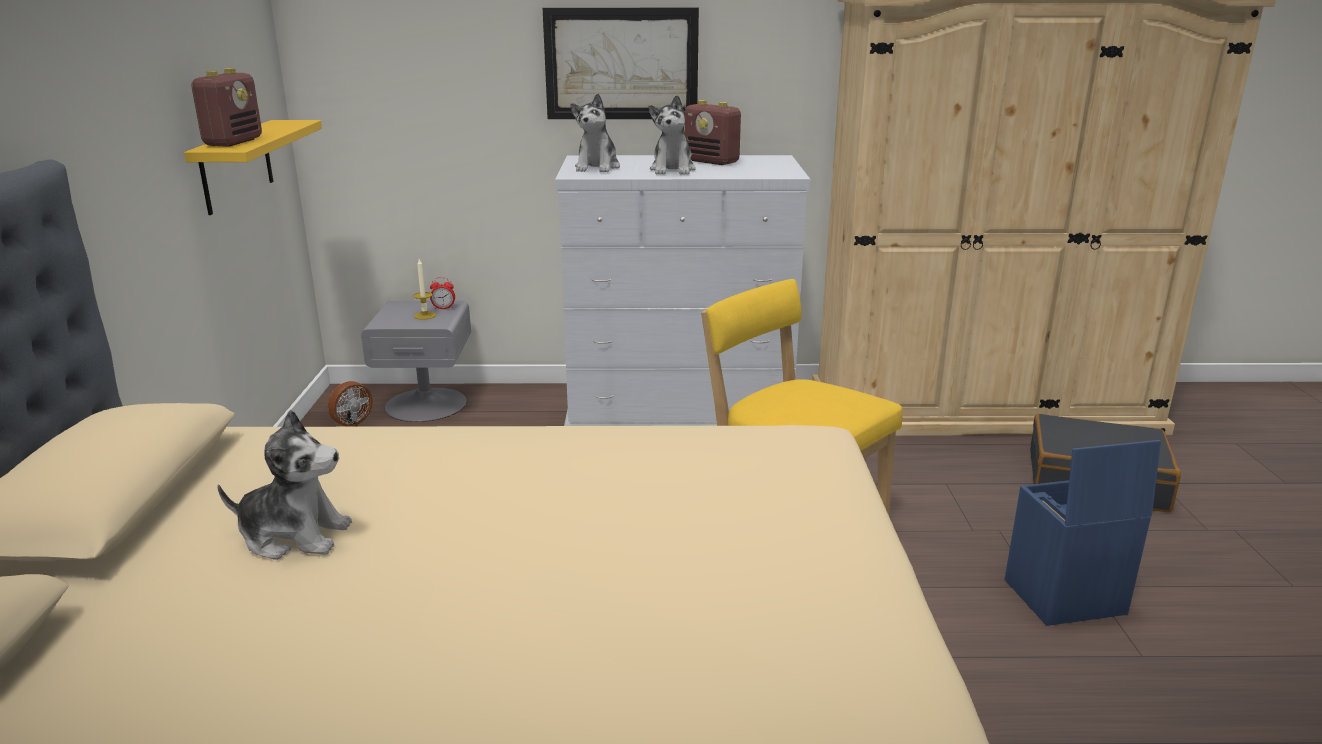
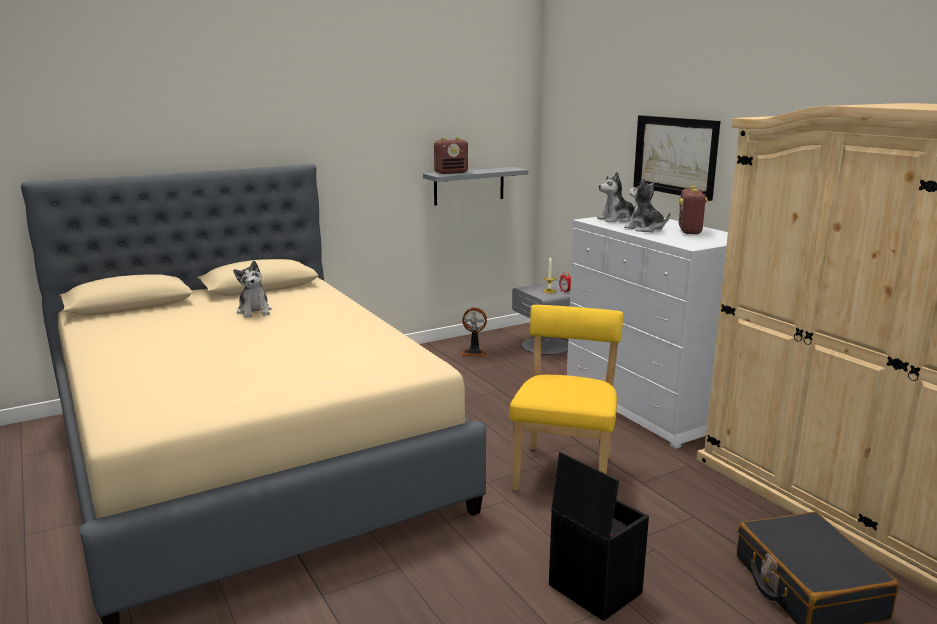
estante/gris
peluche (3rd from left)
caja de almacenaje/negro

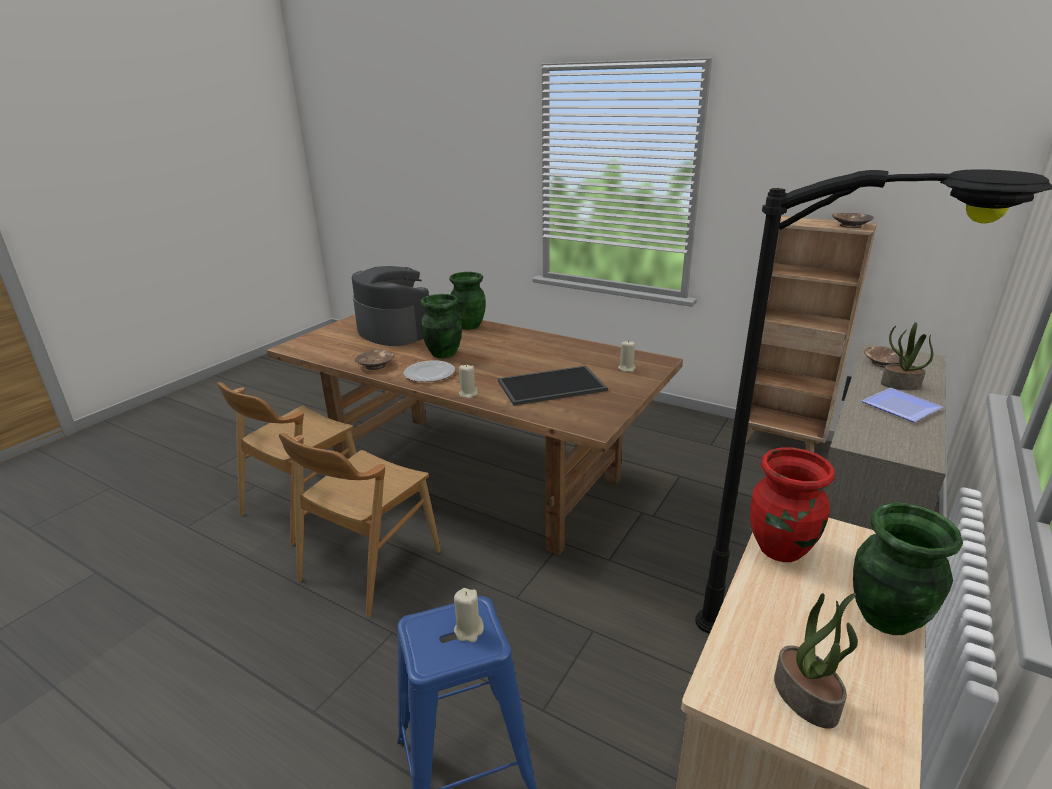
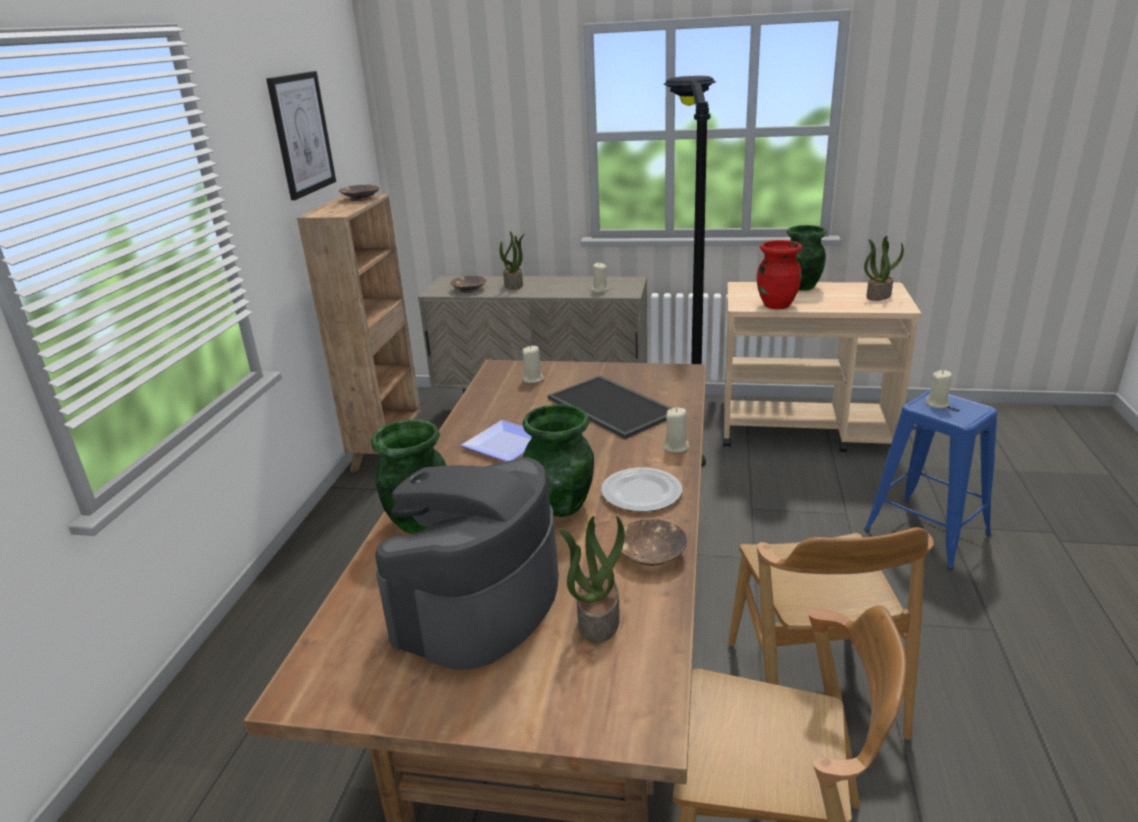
silla/marrón (2nd from left)
plato (1st from left)
cuadro
planta en maceta (2nd from left)
vela/beis (2nd from left)

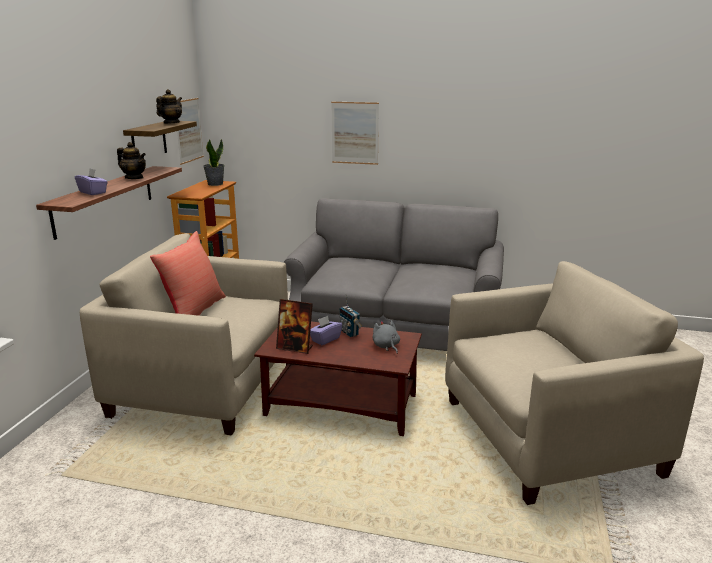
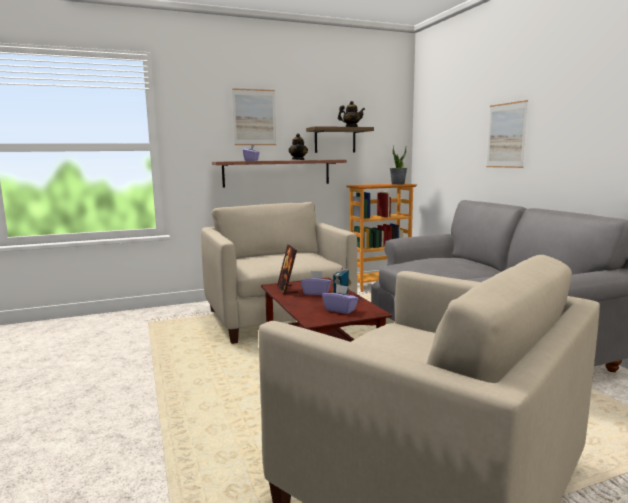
cojín/rojo
cuadro (1st from left)
caja de pañuelos/morado (3rd from left)

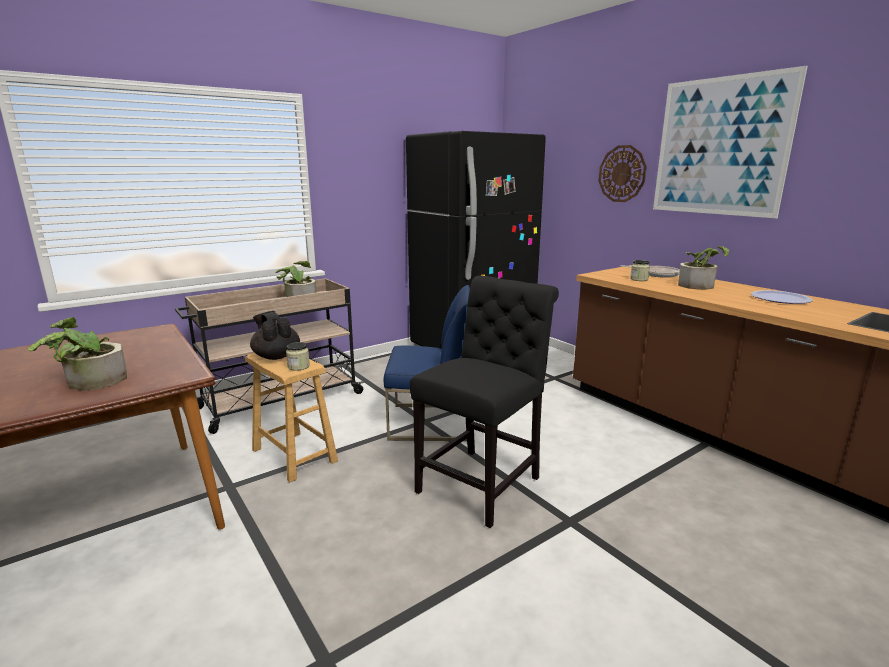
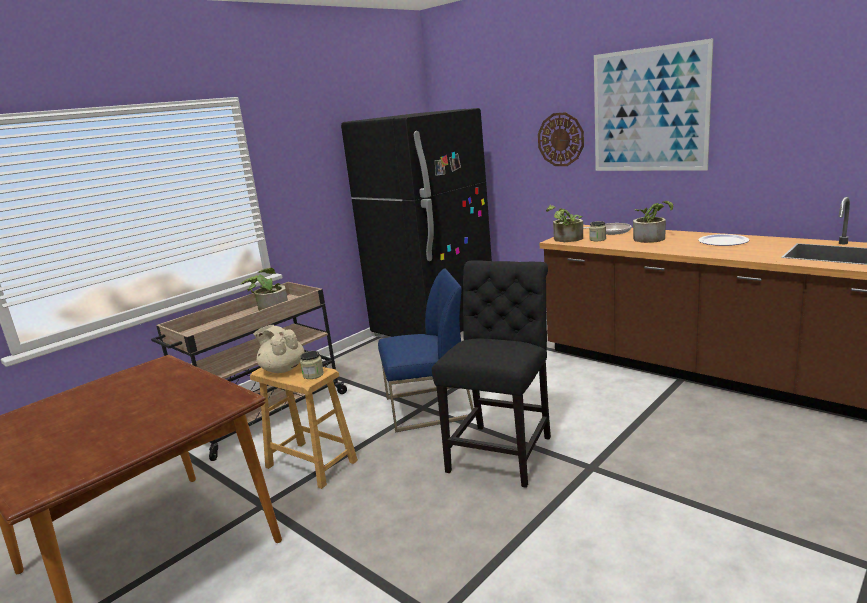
planta en maceta (2nd from left)
tetera/beis

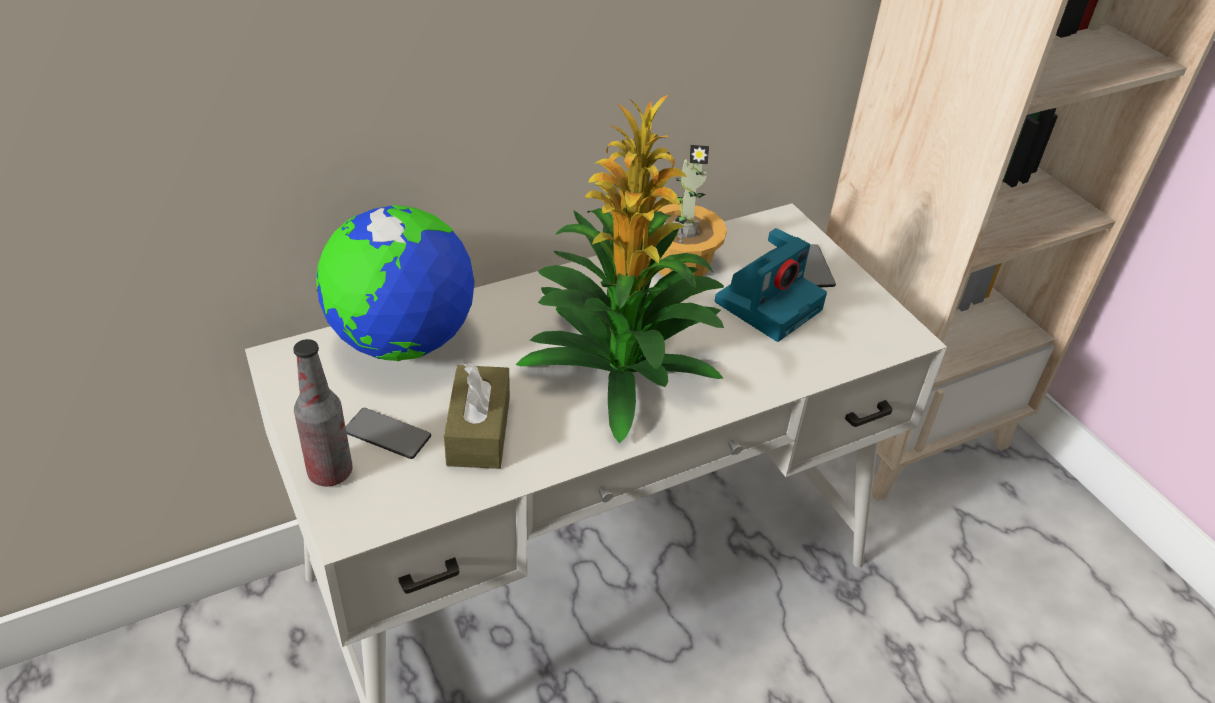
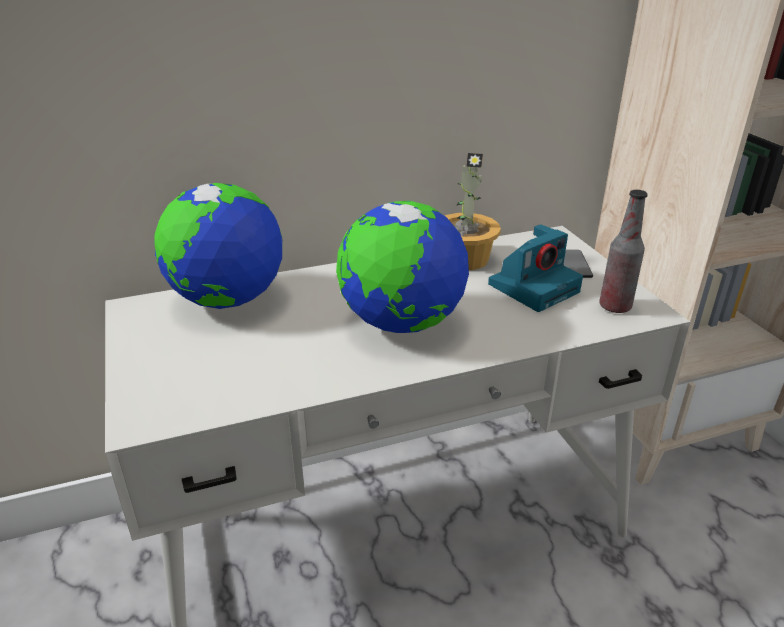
botella
móvil (1st from left in the first image)
caja de pañuelos/marrón
globo terráqueo (2nd from left)

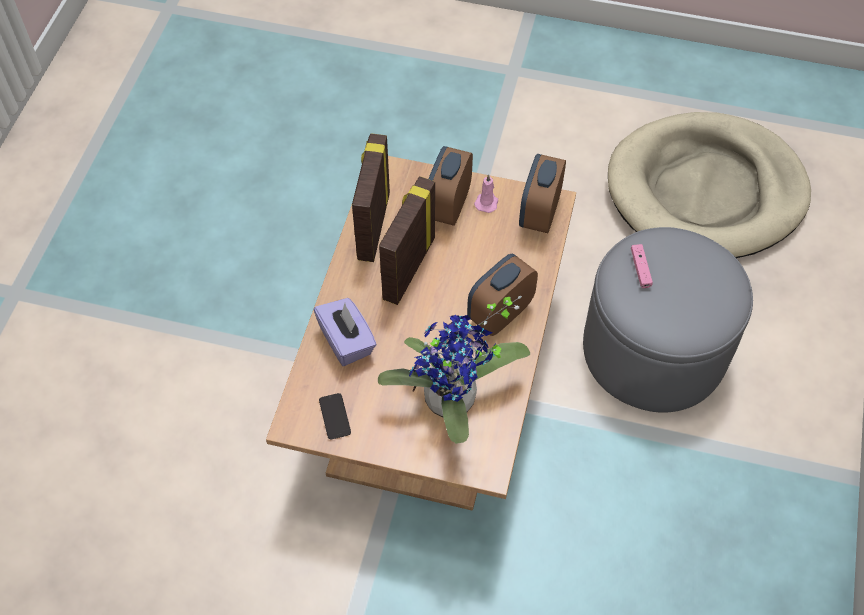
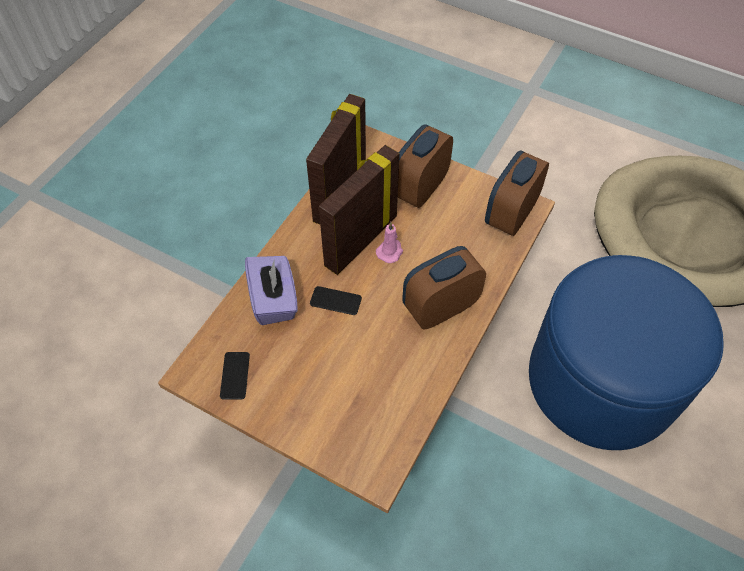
planta en maceta
vela/rosa
puf/azul
mando de consola/rosa
móvil (2nd from left)

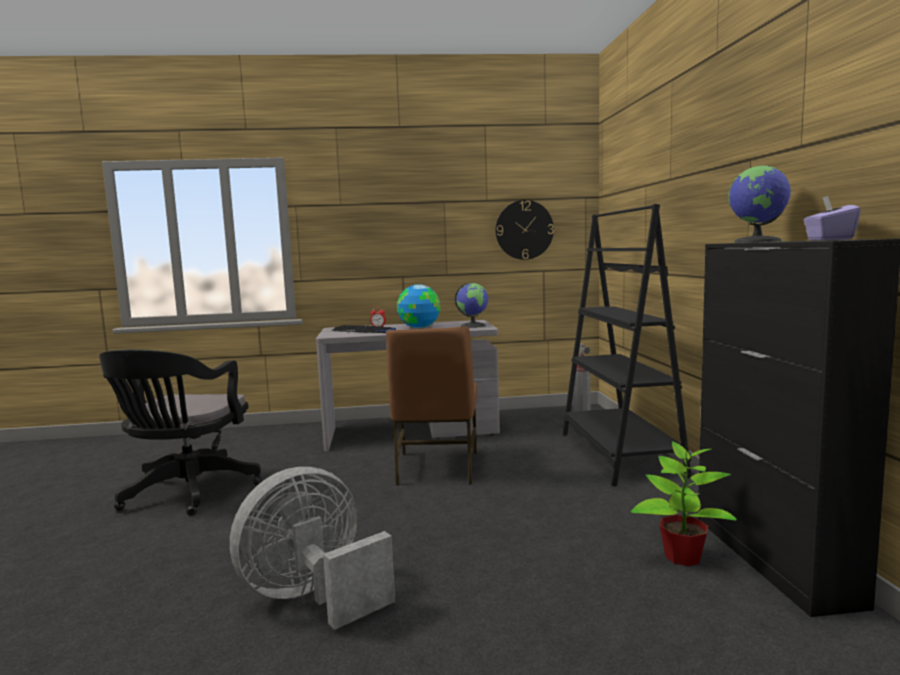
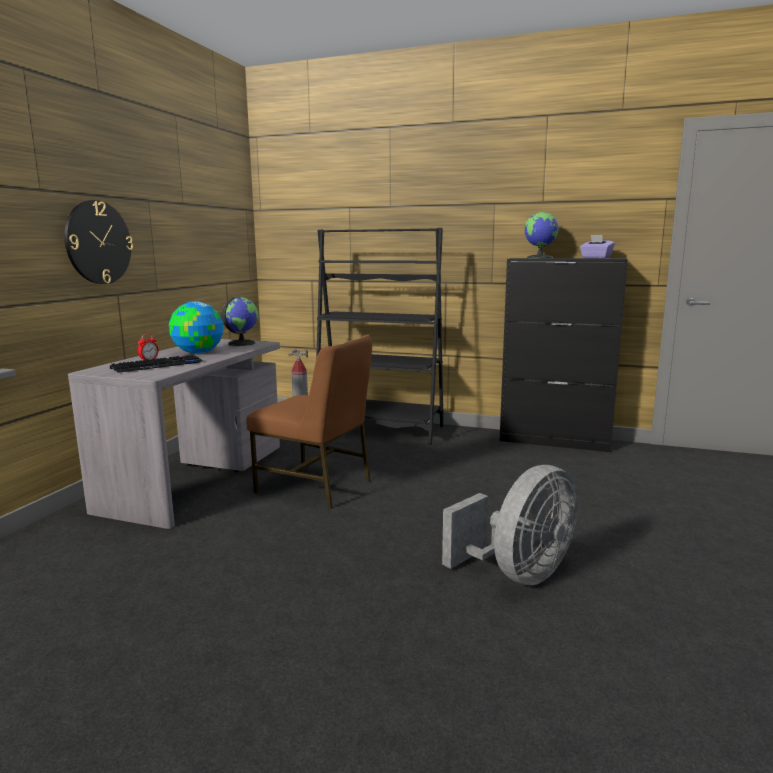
silla de oficina/negro
ventilador/gris
reloj de pared
planta en maceta

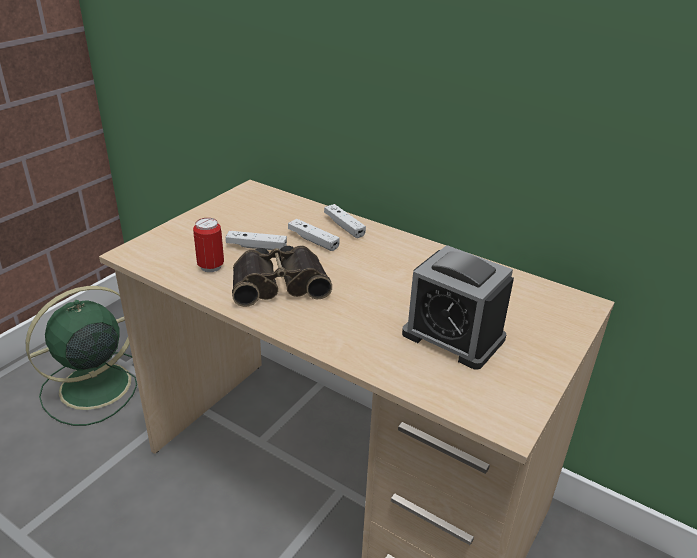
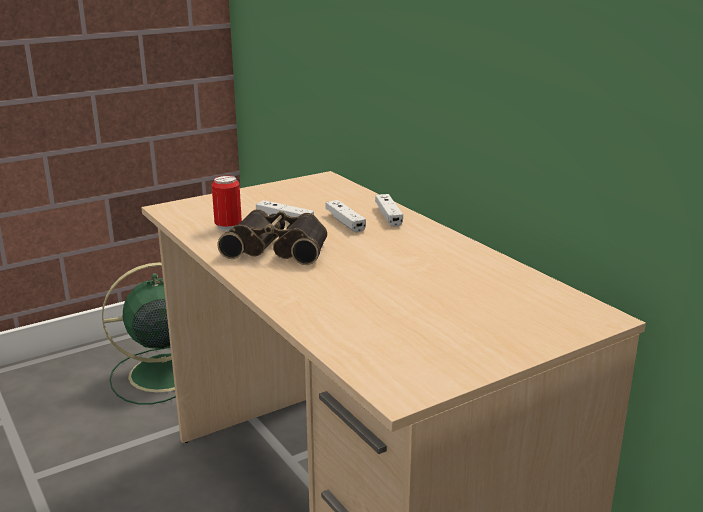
despertador

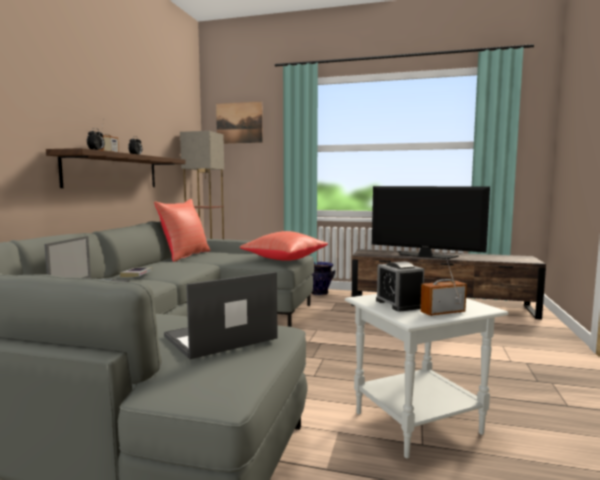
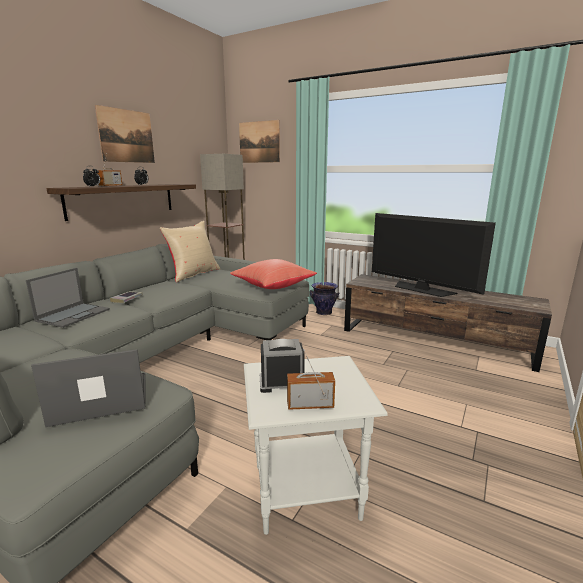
cojín/beis
despertador (3rd from left)
cuadro (1st from left)

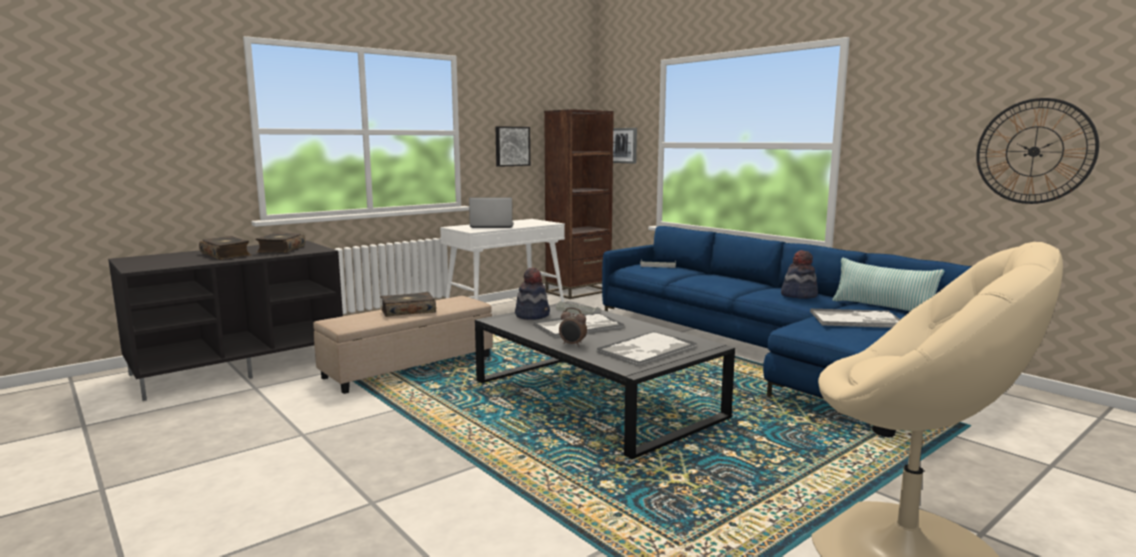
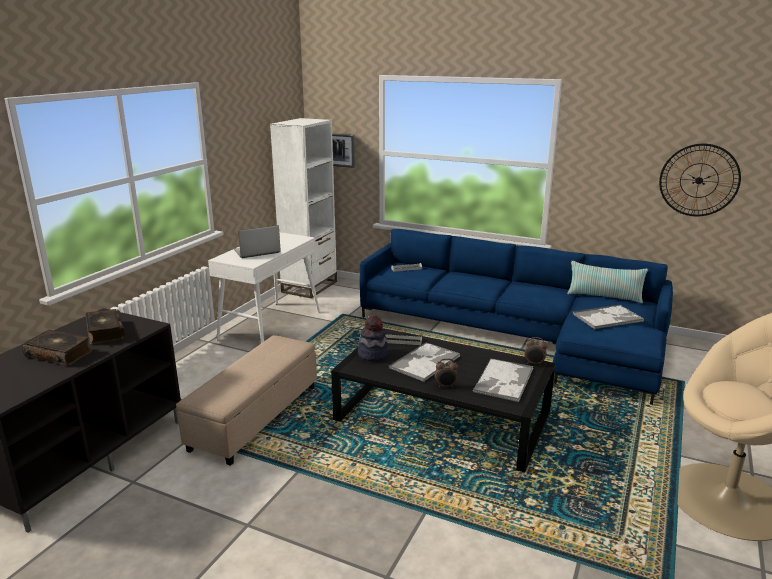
libro (3rd from left in the first image)
cuadro (1st from left in the first image)
estantería/blanco
sombrero (2nd from left in the first image)
despertador (2nd from left)

